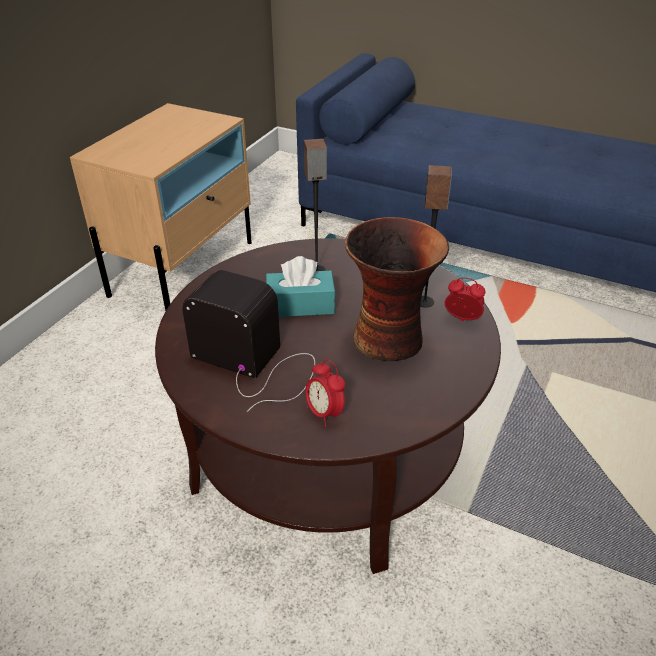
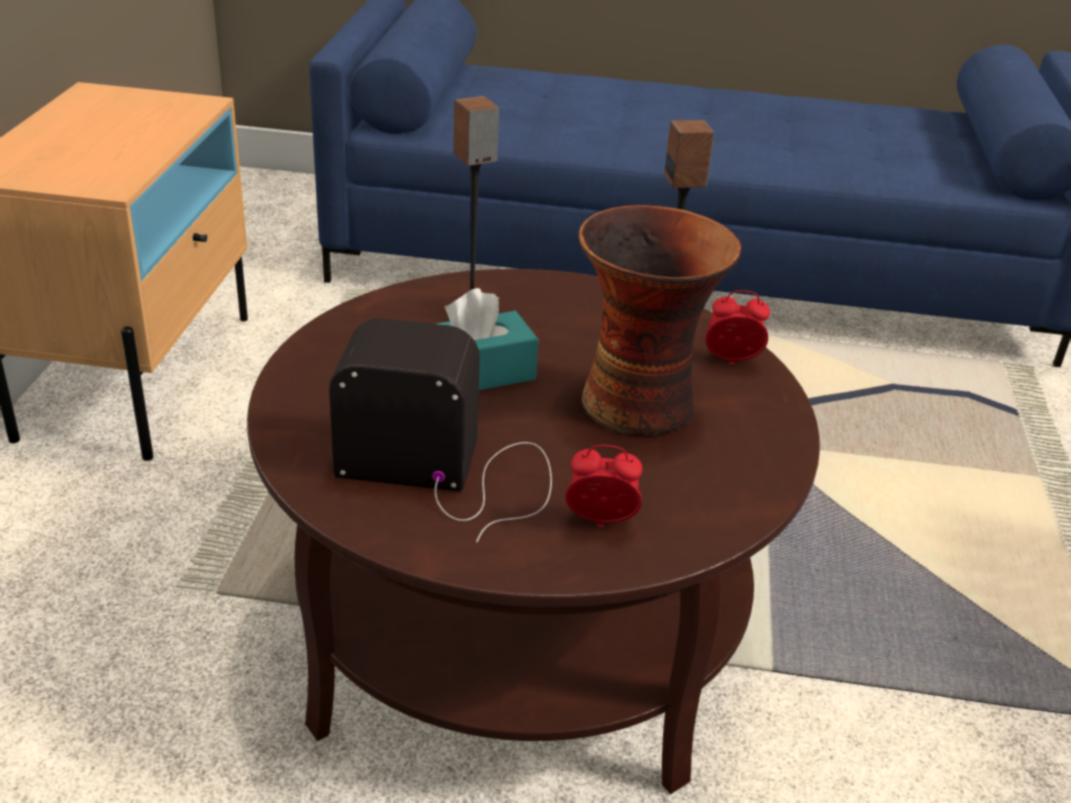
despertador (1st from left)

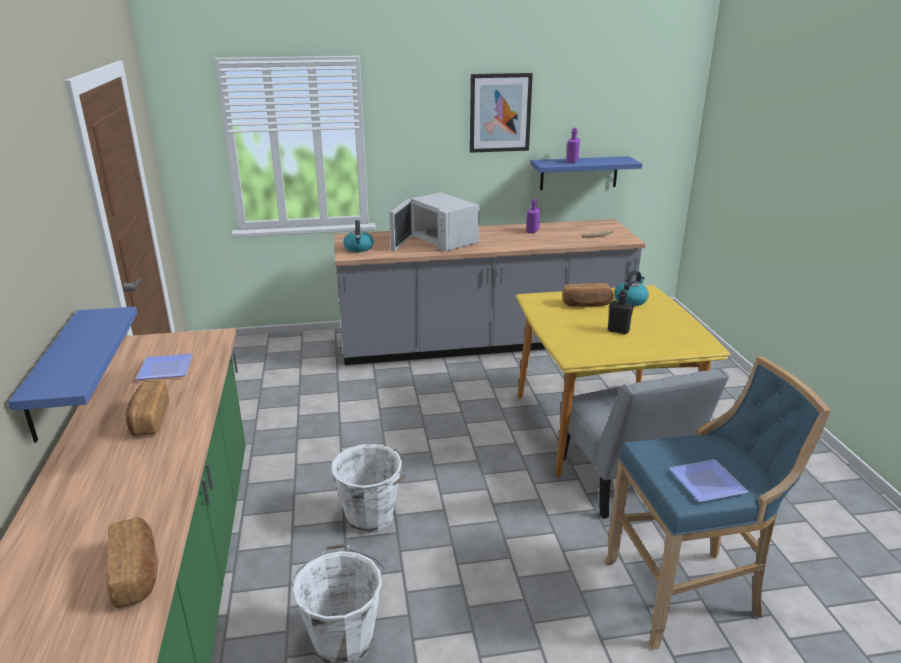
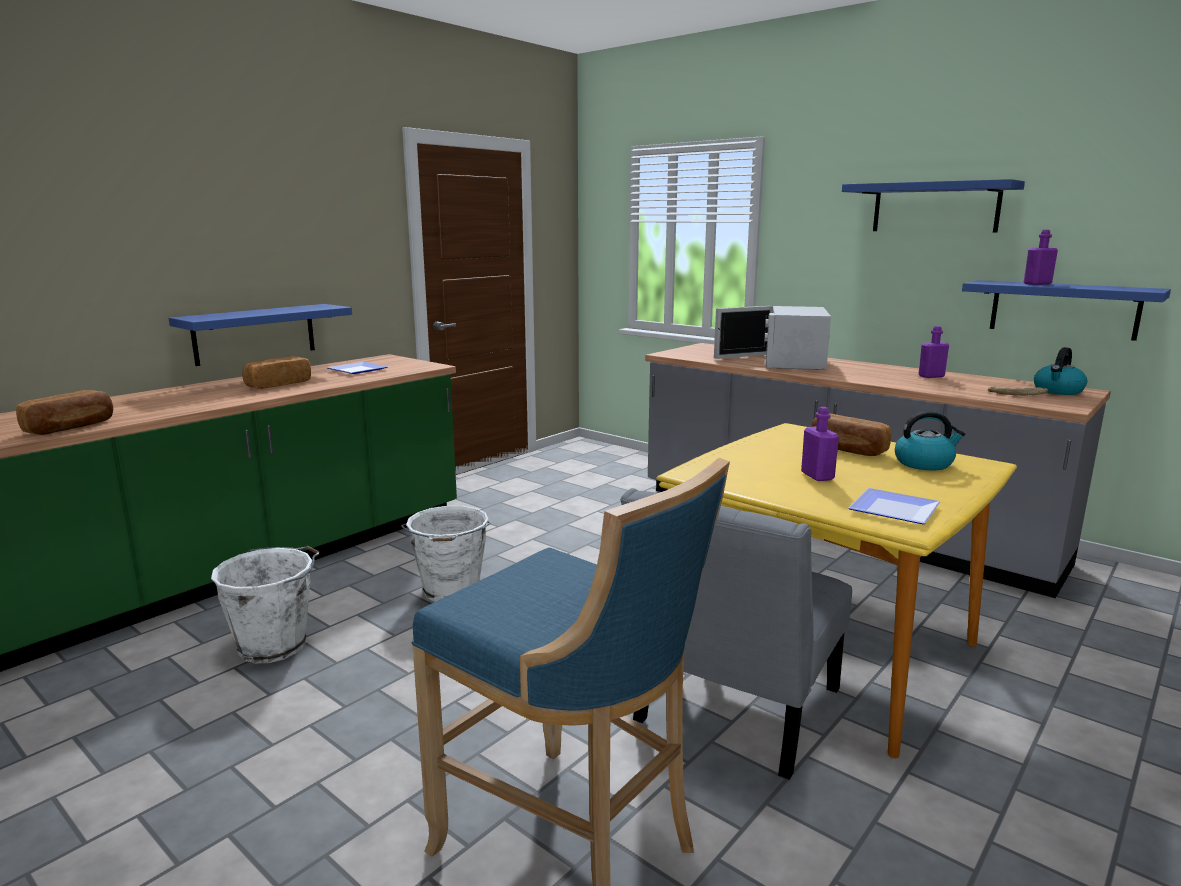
hervidor (2nd from left)
estante/azul (2nd from left)
botella/morado (1st from left)
plato (2nd from left)

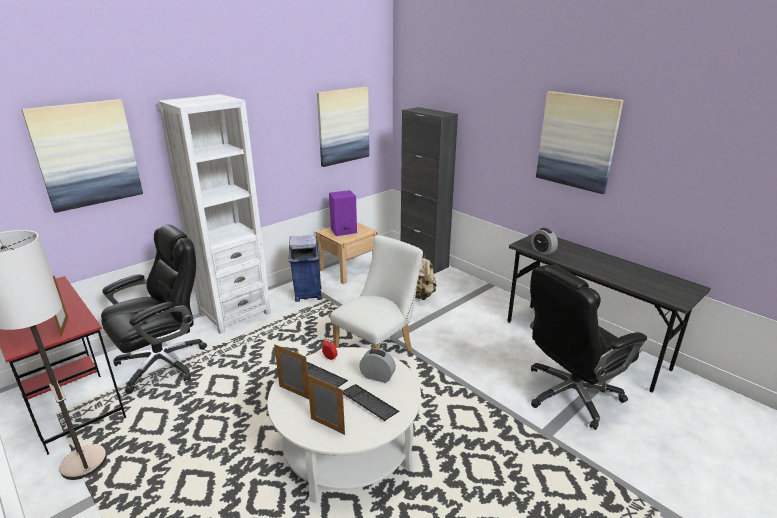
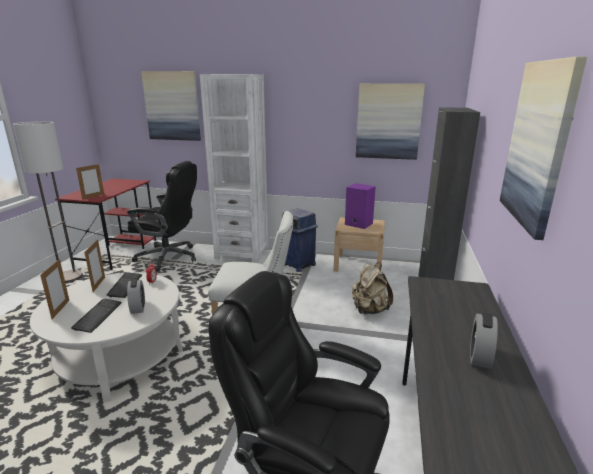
despertador (3rd from left)

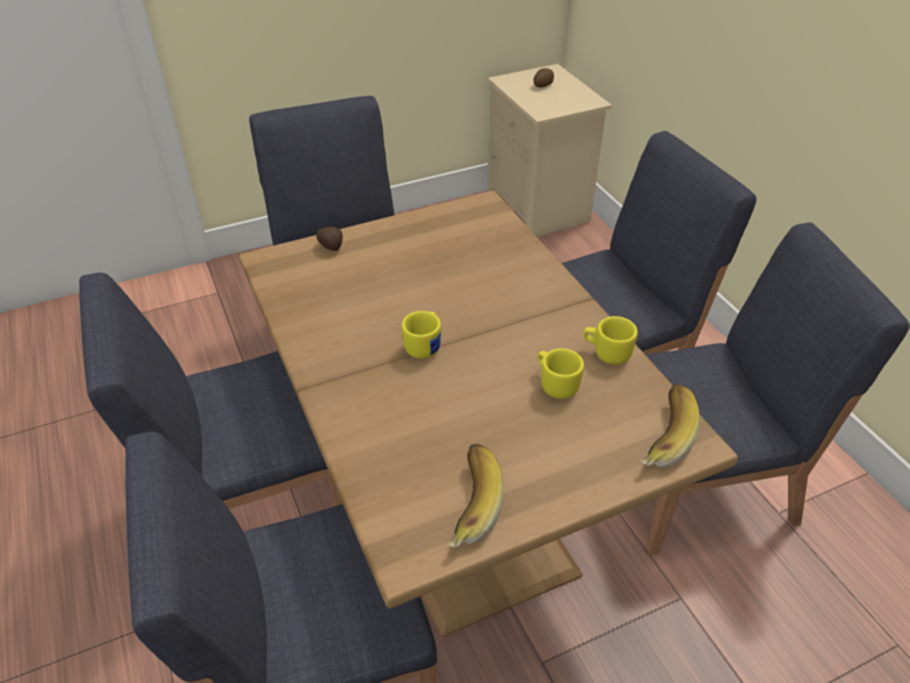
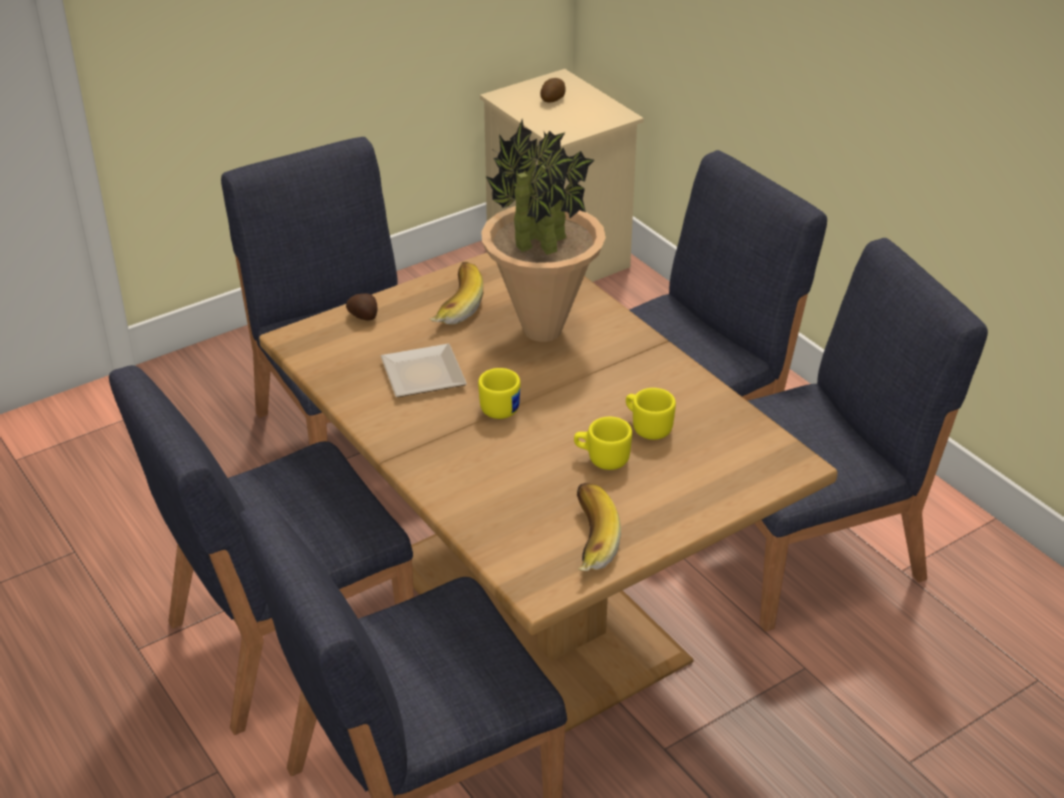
taza grande/amarillo (2nd from left)
plátano (1st from left)
plato
planta en maceta

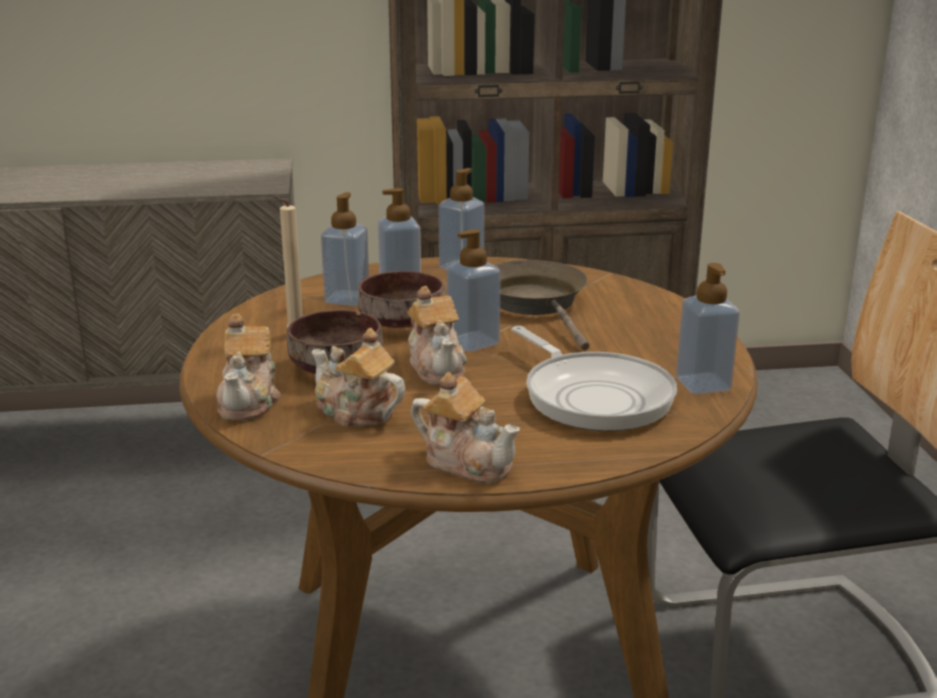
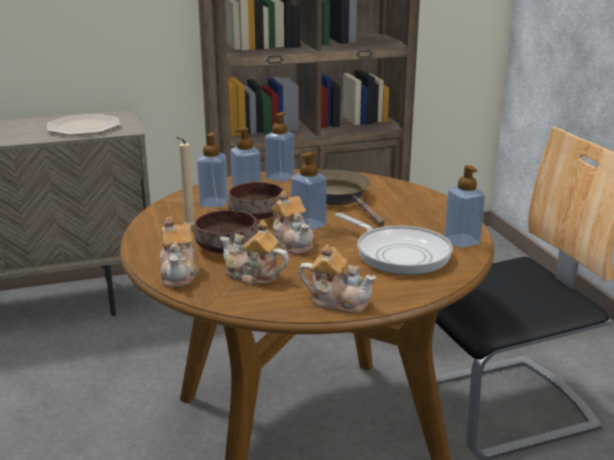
plato

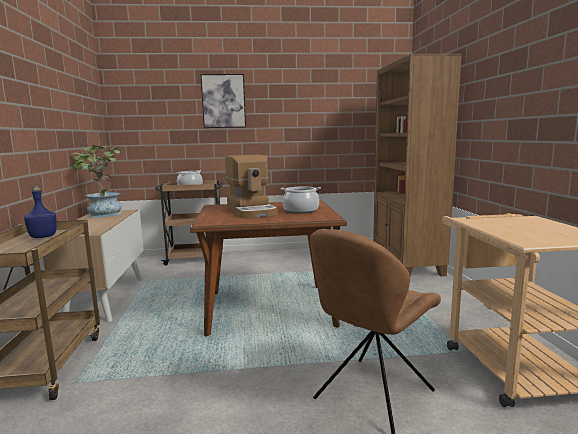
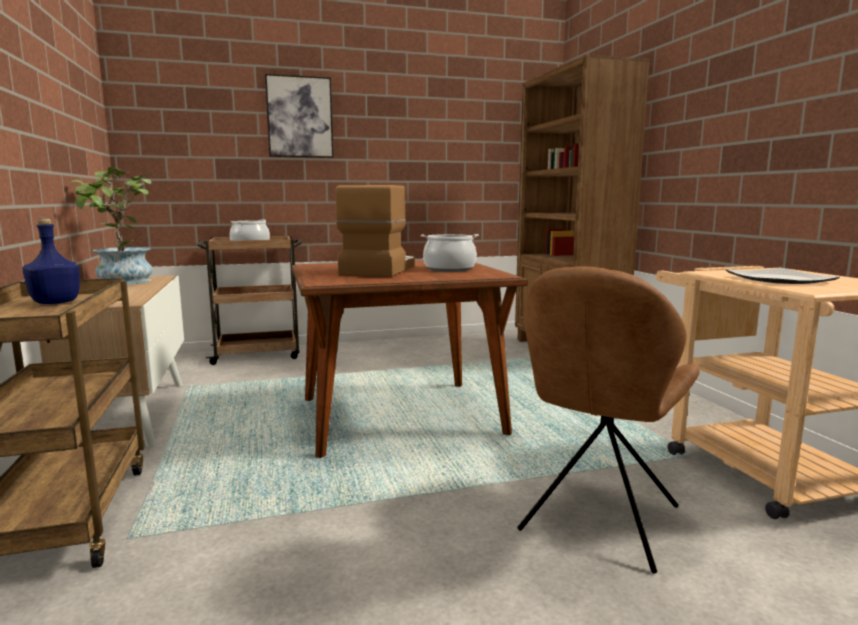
cafetera
plato

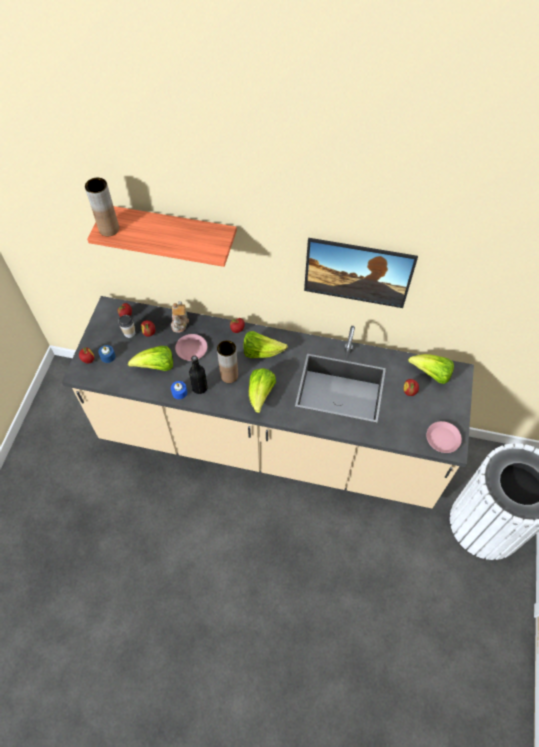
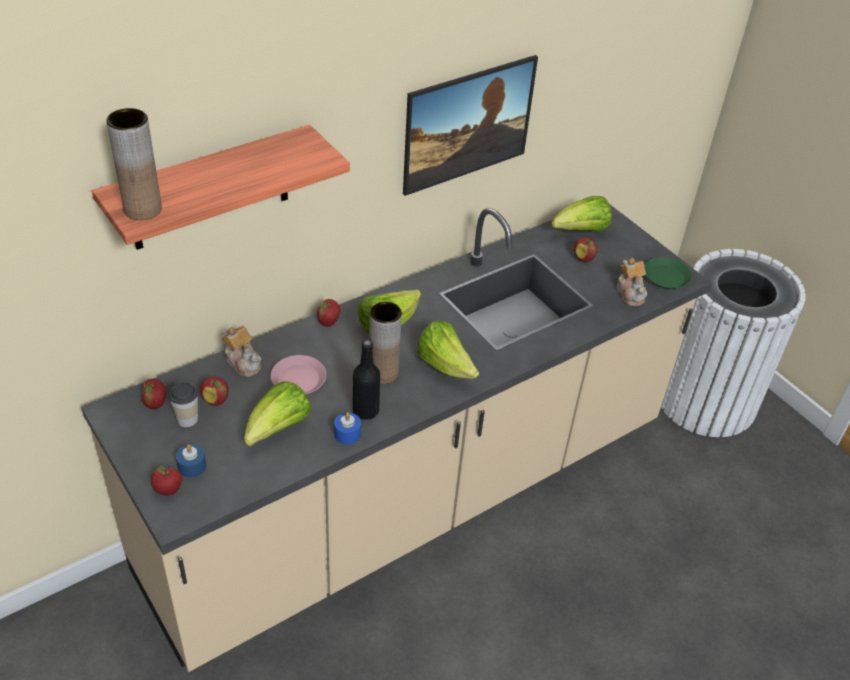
plato/verde
tetera (2nd from left)

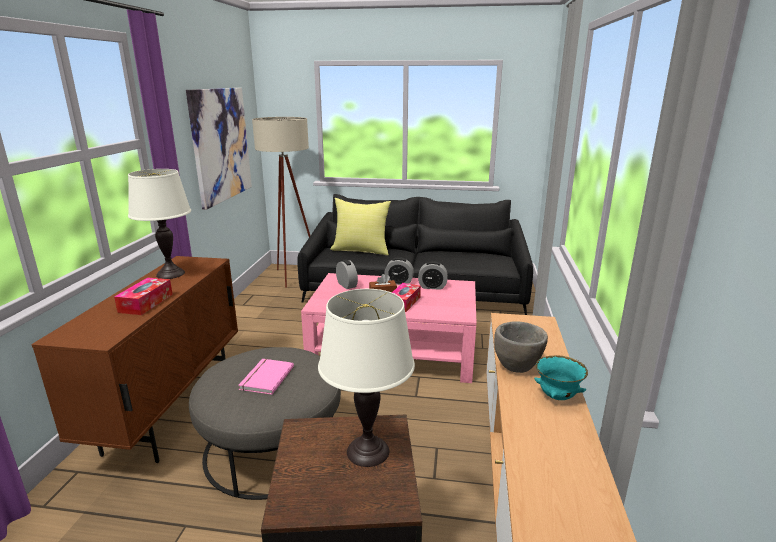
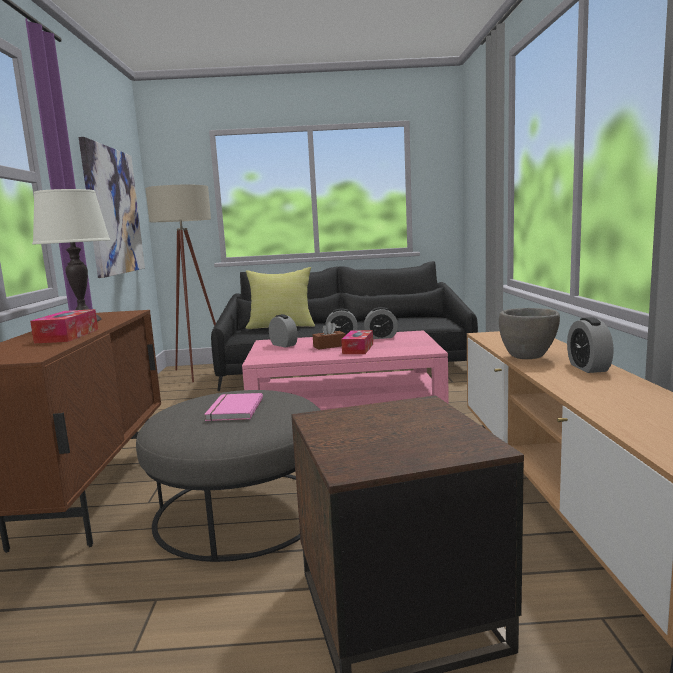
lámpara de mesa/blanco (2nd from left in the first image)
despertador (4th from left)

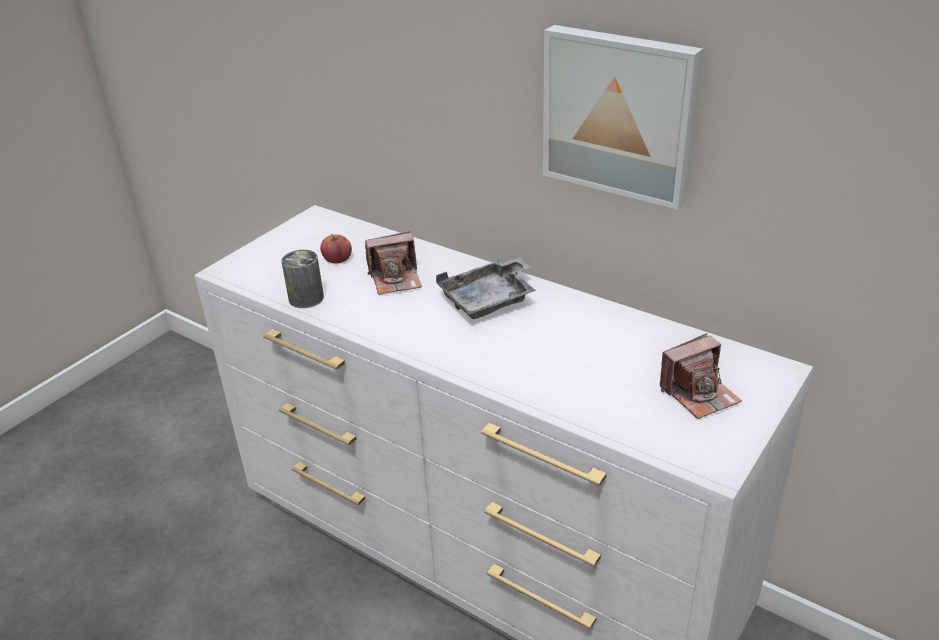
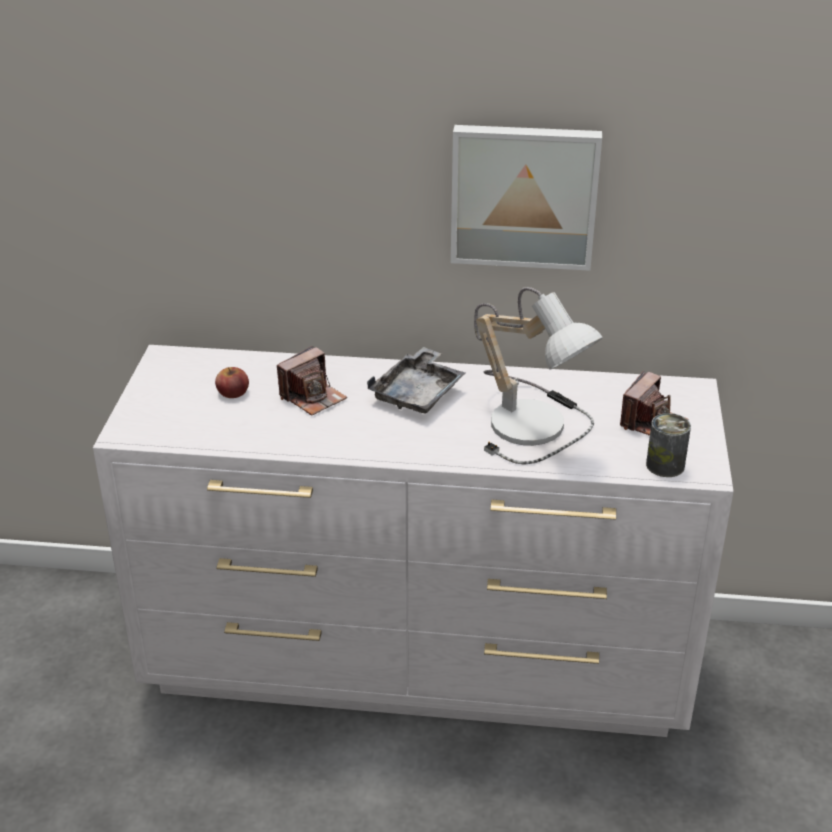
lata
lámpara de mesa

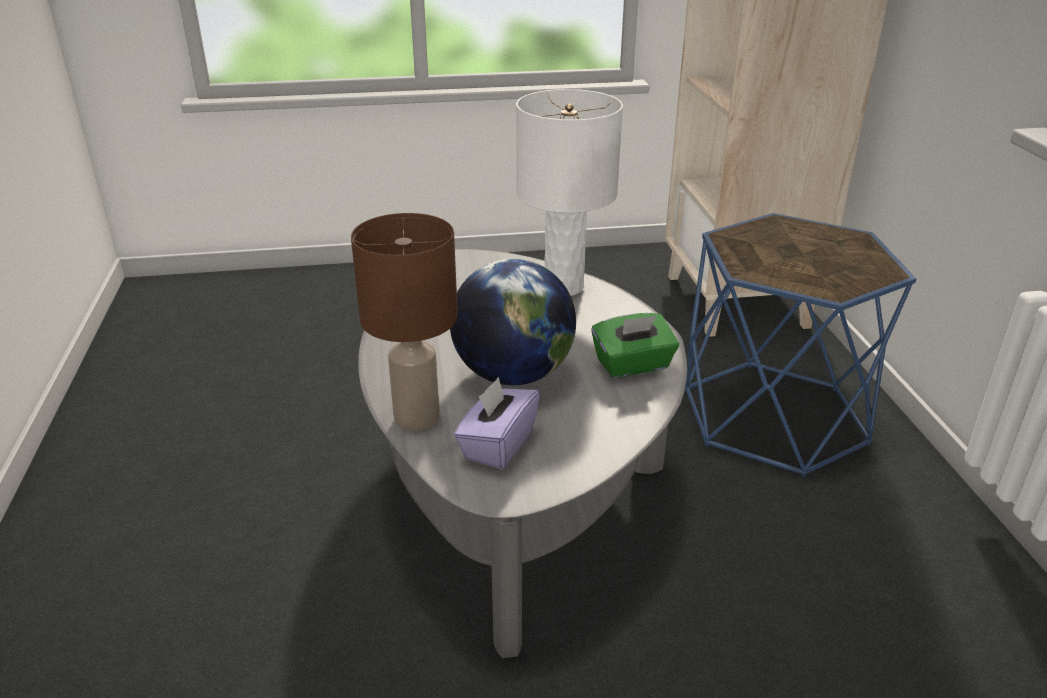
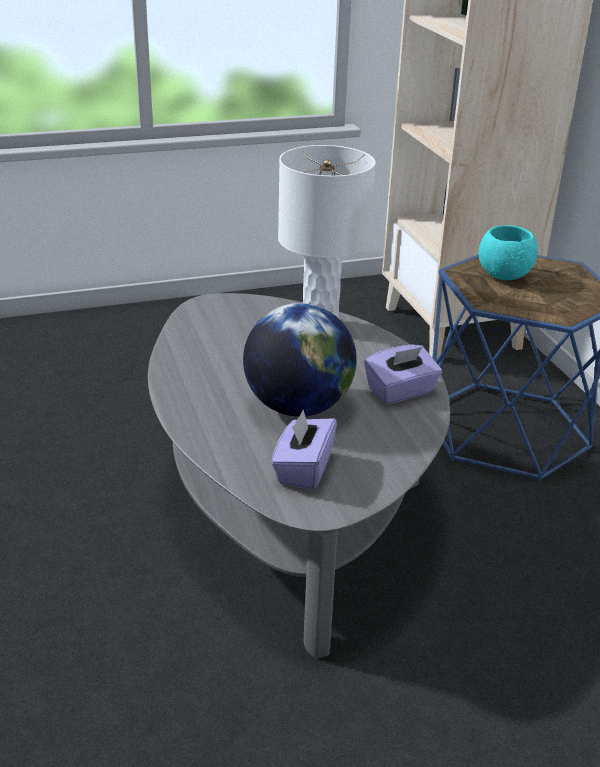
lámpara de mesa/marrón
caja de pañuelos/morado (2nd from left)
cuenco/turquesa

